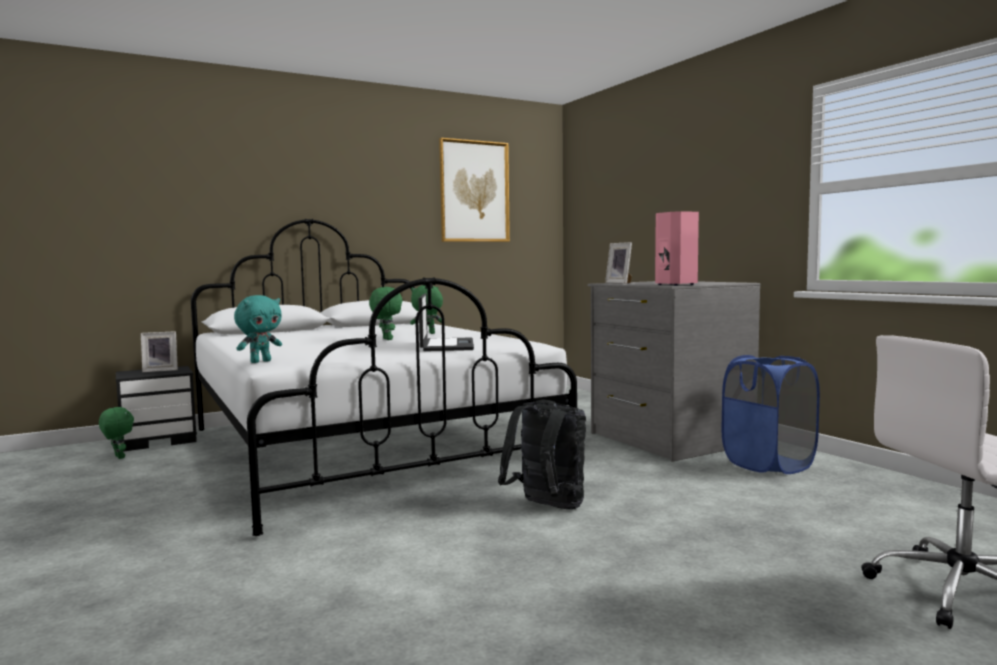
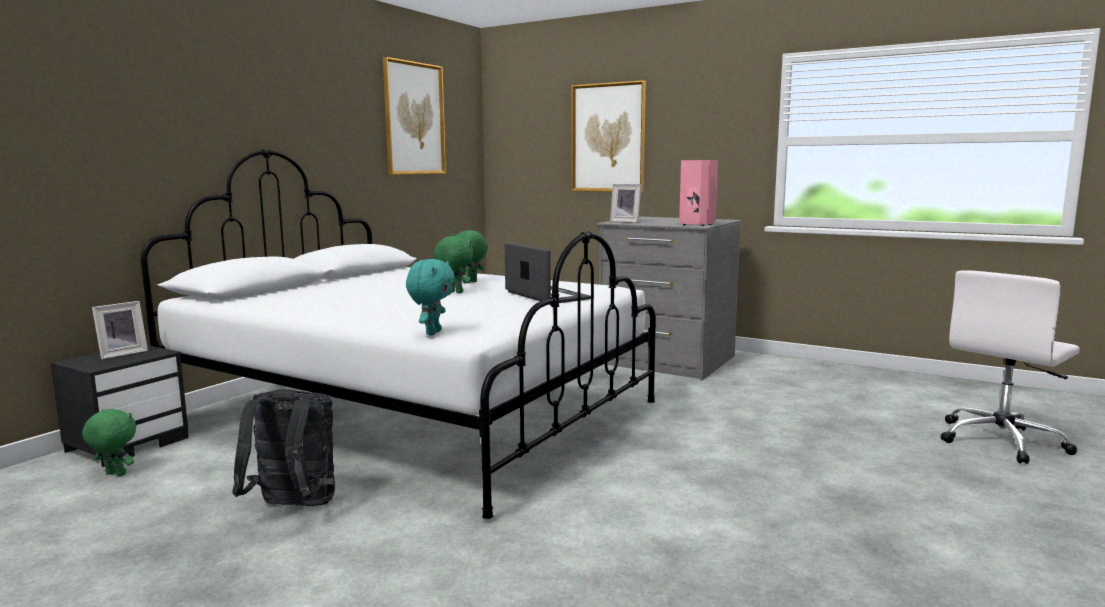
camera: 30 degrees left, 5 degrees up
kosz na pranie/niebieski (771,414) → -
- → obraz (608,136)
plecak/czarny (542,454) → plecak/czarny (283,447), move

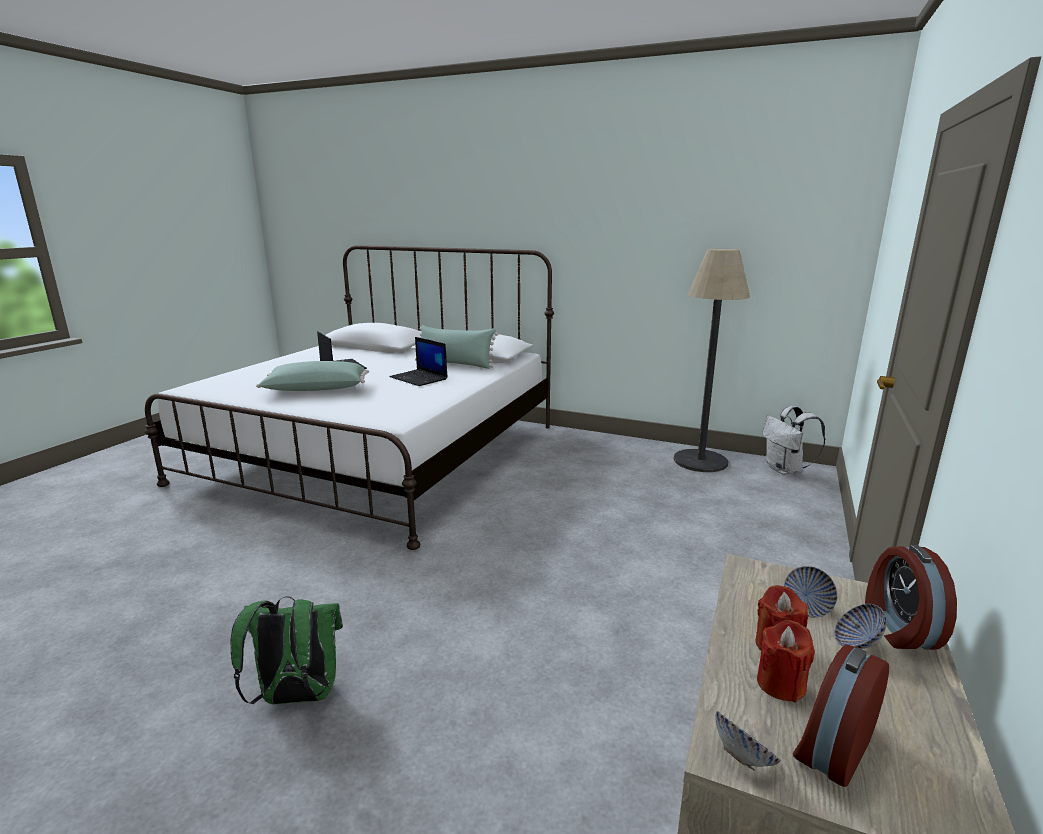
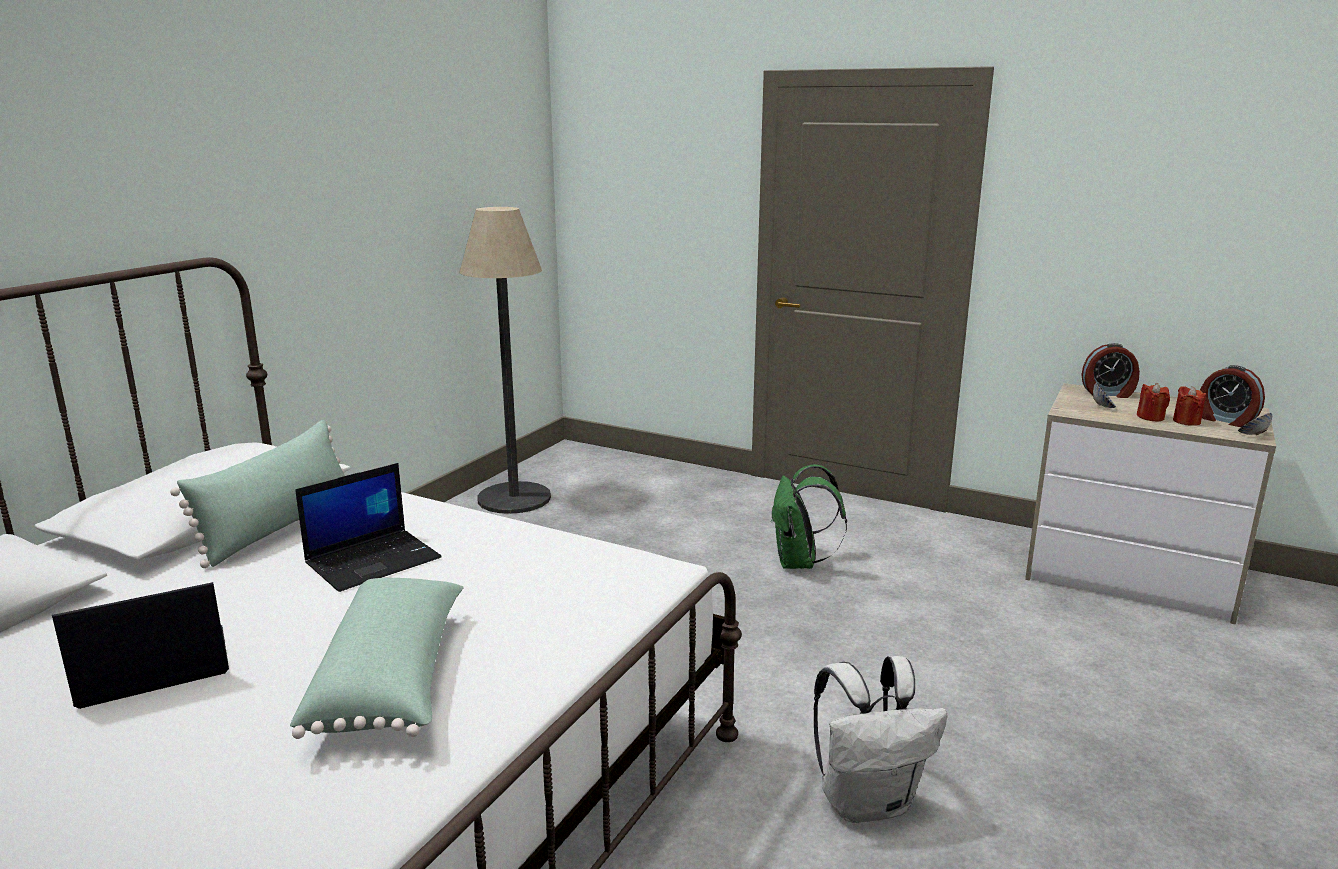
camera: 85 degrees left, 0 degrees up
miska (860,626) → -
plecak/zielony (286,650) → plecak/zielony (809,516), move
plecak/biały (794,440) → plecak/biały (880,739), move

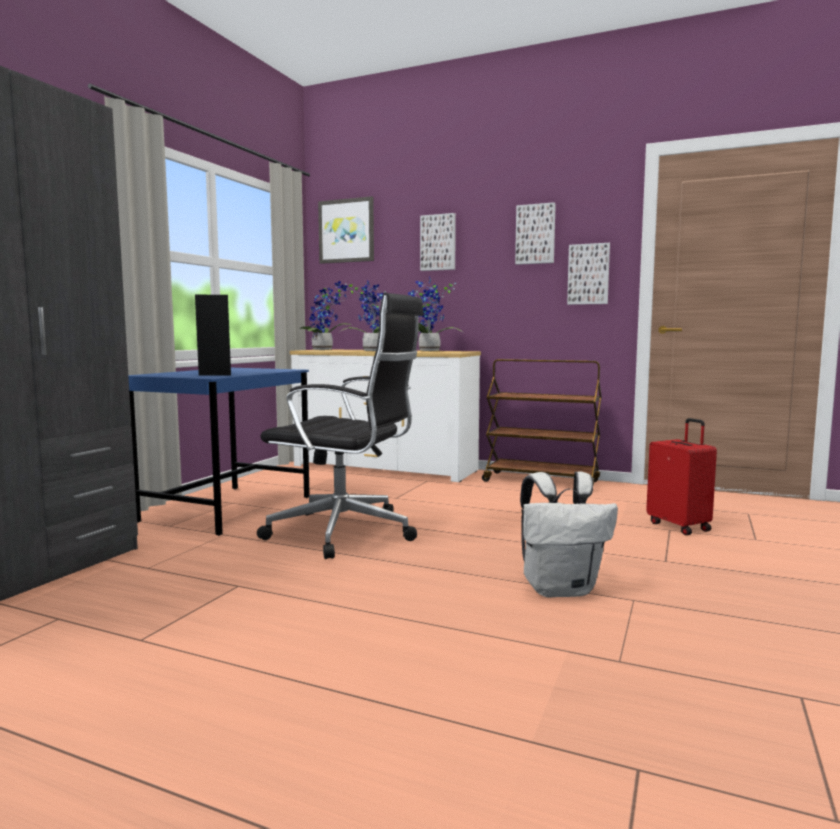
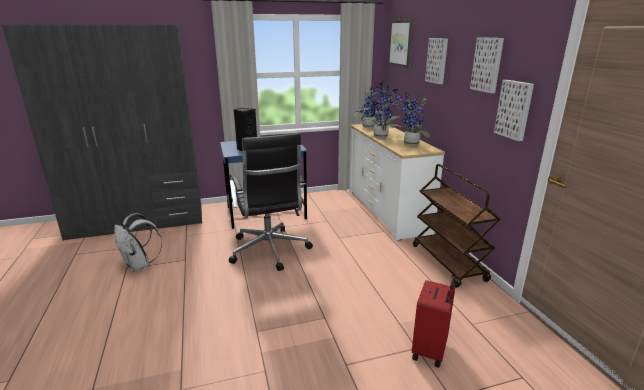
camera: 50 degrees right, 15 degrees up
plecak/biały (569,534) → plecak/biały (138,242), move

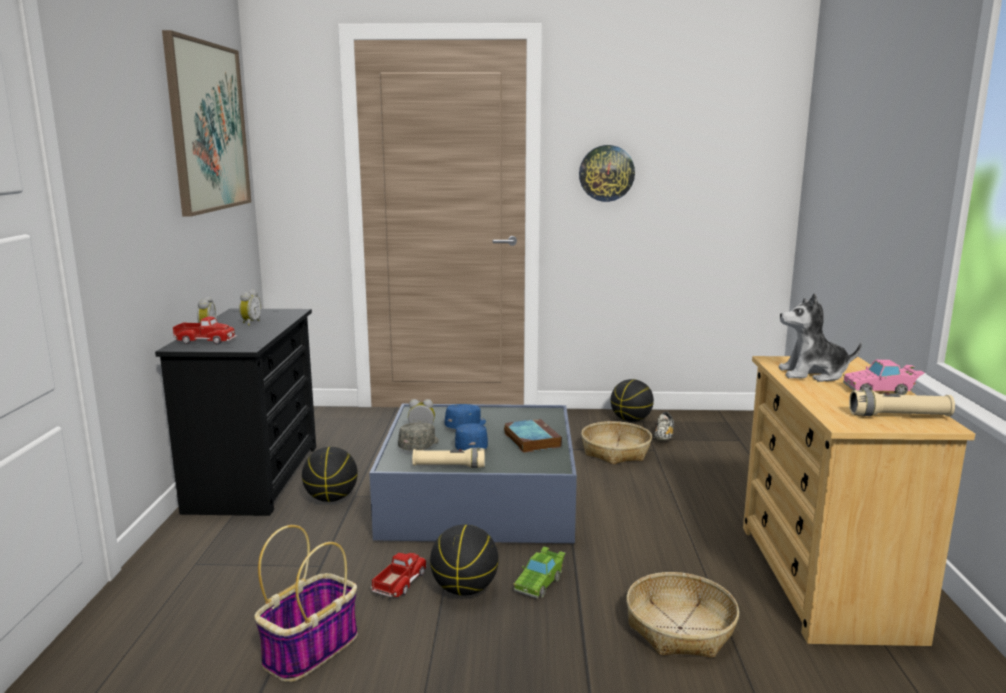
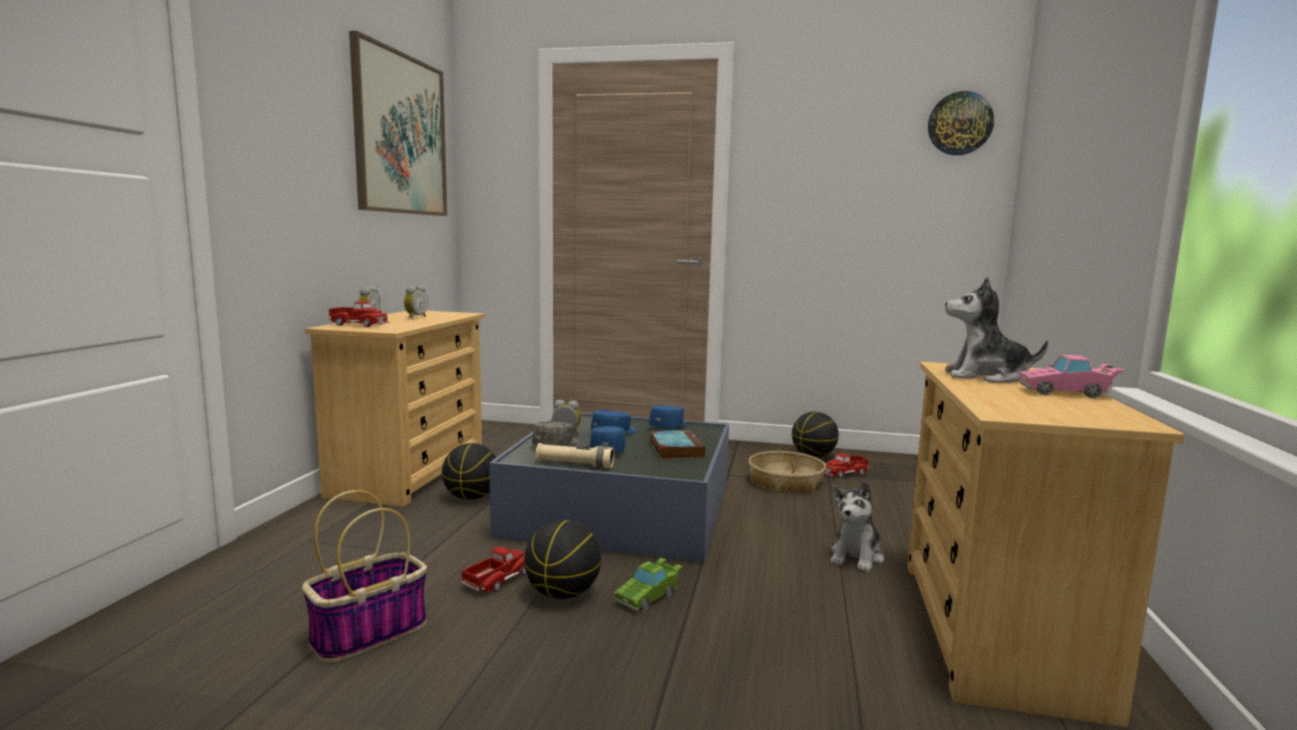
camera: 10 degrees right, 5 degrees down
koszyk (682,615) → -
latarka/beżowy (902,403) → -
- → czapka z daszkiem/niebieski (667,416)
- → pluszak (857,526)
zegar ścienny (607,173) → zegar ścienny (961,123), move
but (664,426) → ciężarówka zabawkowa (846,465)
komoda/czarny (235,412) → komoda/beżowy (395,409)

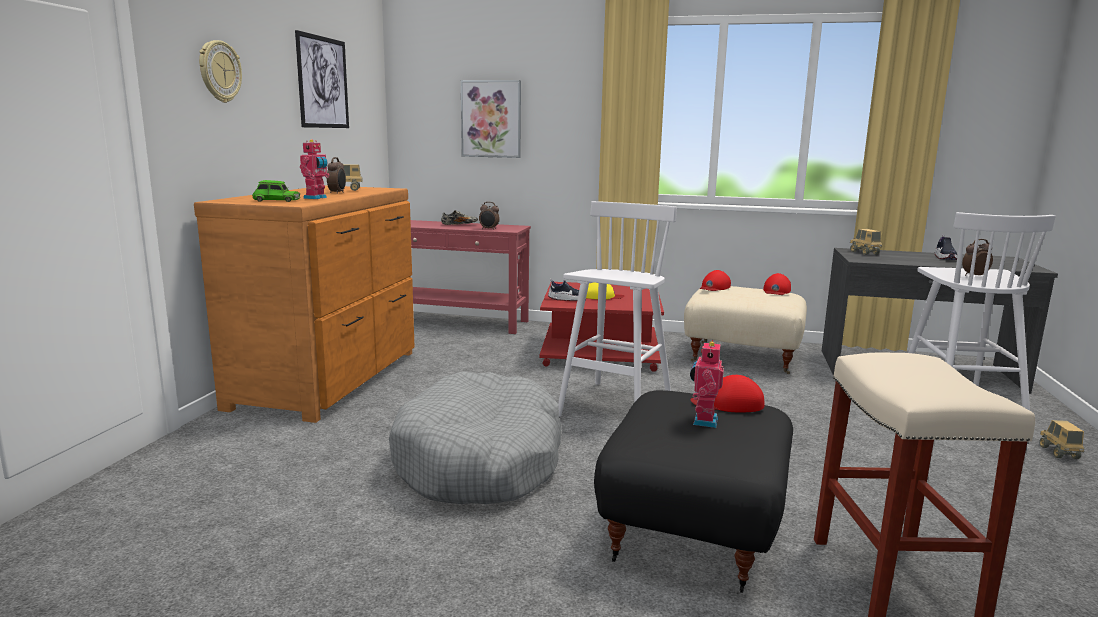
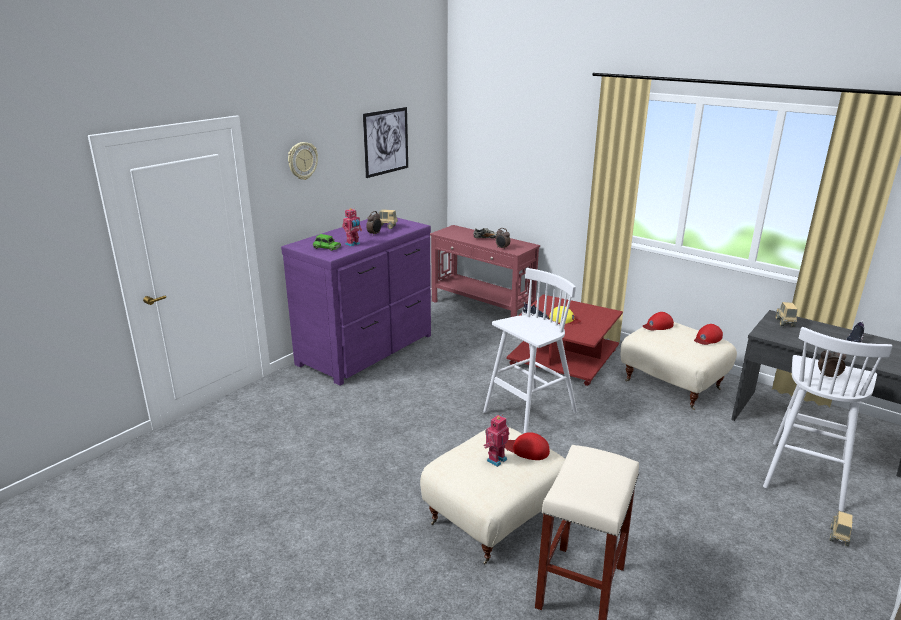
camera: 25 degrees right, 10 degrees up
legowisko/szary (475,437) → -
obraz (491,119) → -
komoda/brązowy (304,304) → komoda/fioletowy (356,302)
pufa/czarny (693,491) → pufa/beżowy (492,495)

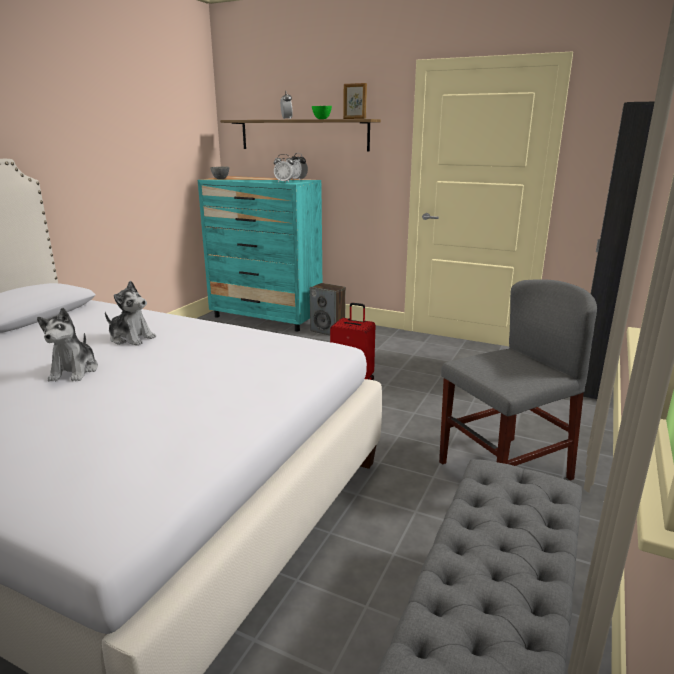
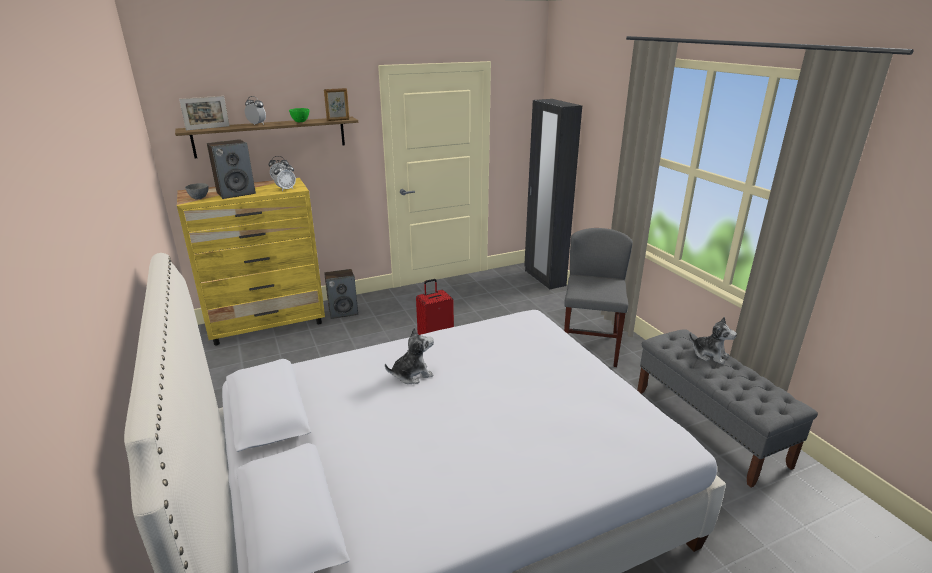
camera: 50 degrees left, 5 degrees up
- → ramka na zdjęcie (204,113)
- → głośnik (231,169)
pluszak (67,344) → pluszak (713,340), move
komoda/turkusowy (260,253) → komoda/żółty (251,261)

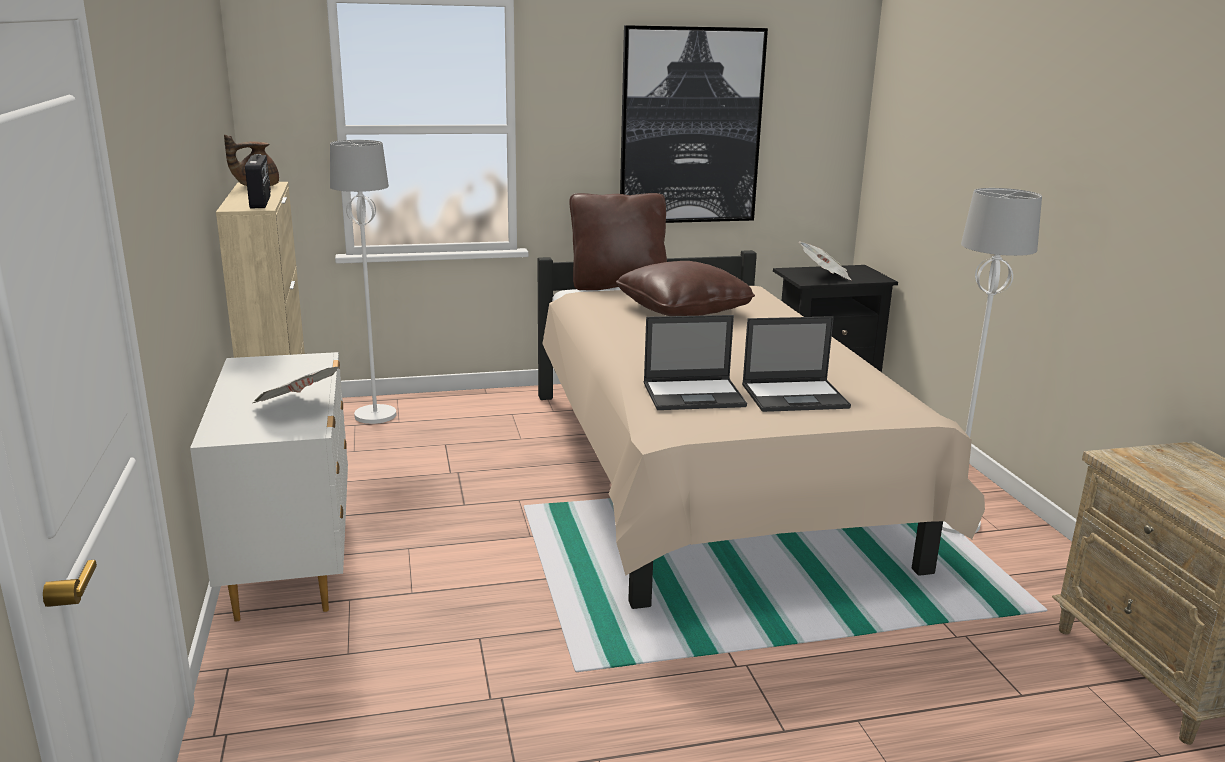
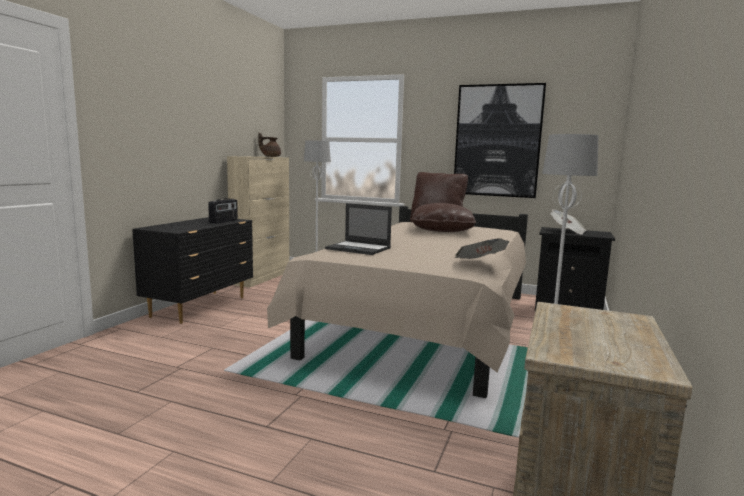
camera: 35 degrees right, 10 degrees down
laptop (796,364) → -
radio (258,181) → radio (223,211), move
gazeta (296,385) → gazeta (481,248), move
komoda/biały (269,487) → komoda/czarny (192,270)

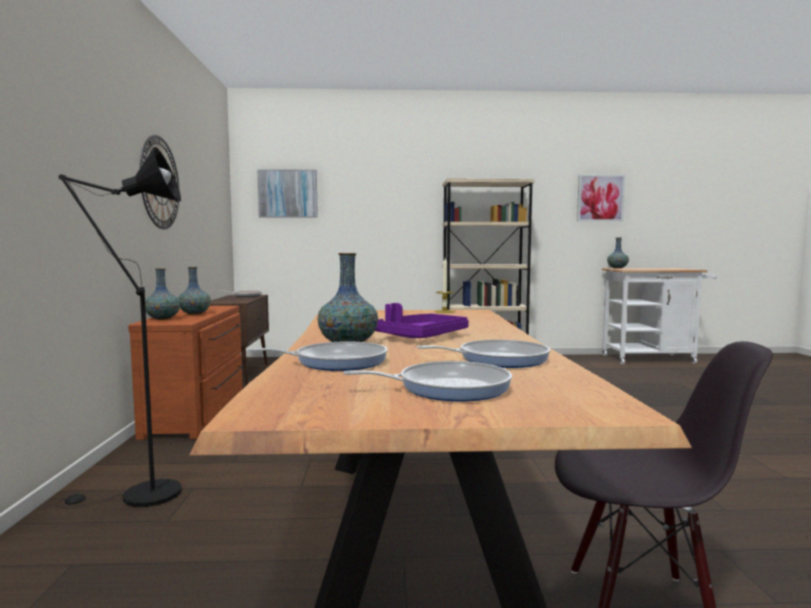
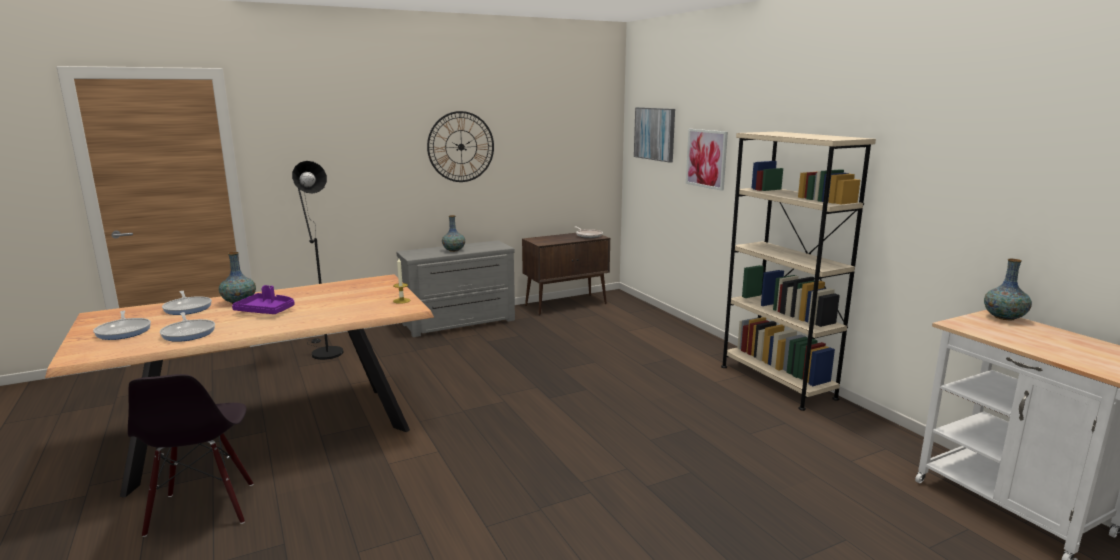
camera: 65 degrees right, 10 degrees up
wazon (162,294) → -
obraz (601,198) → obraz (707,160), move
komoda/brązowy (185,373) → komoda/szary (456,288)

